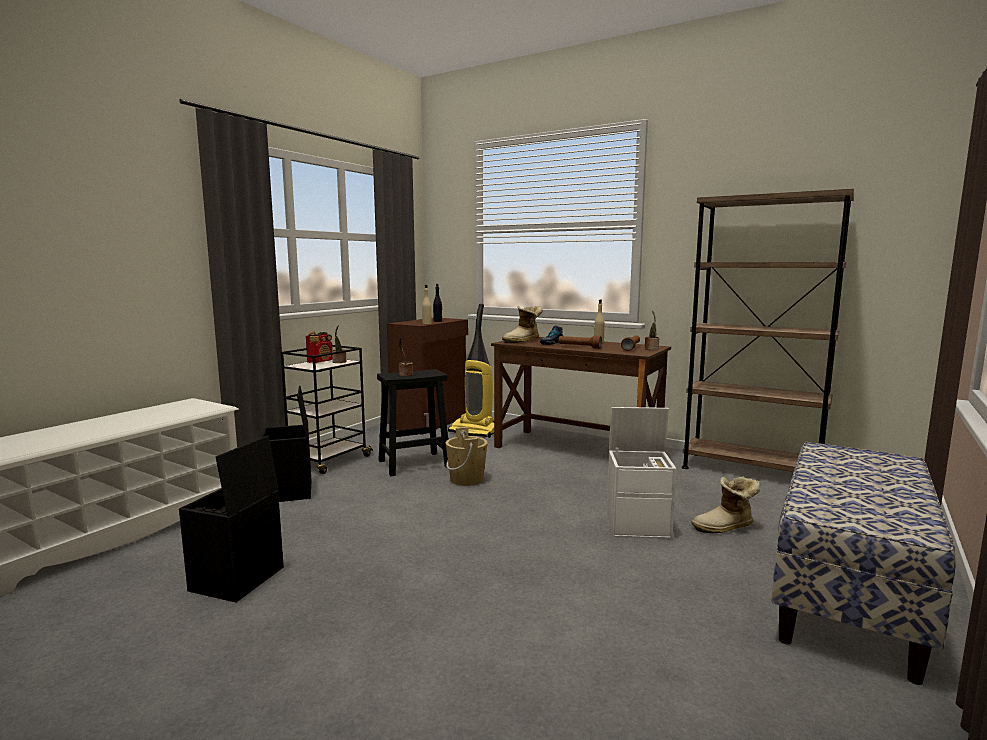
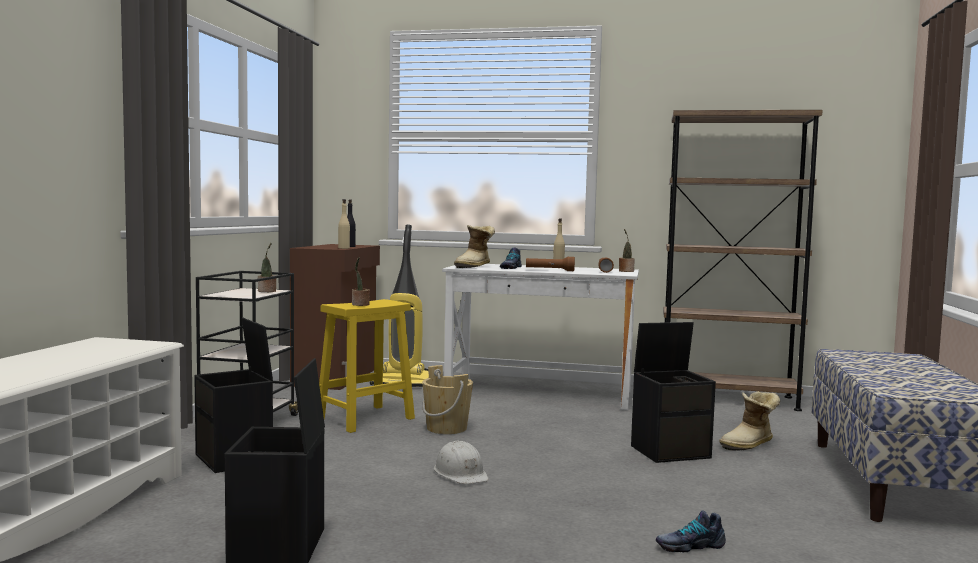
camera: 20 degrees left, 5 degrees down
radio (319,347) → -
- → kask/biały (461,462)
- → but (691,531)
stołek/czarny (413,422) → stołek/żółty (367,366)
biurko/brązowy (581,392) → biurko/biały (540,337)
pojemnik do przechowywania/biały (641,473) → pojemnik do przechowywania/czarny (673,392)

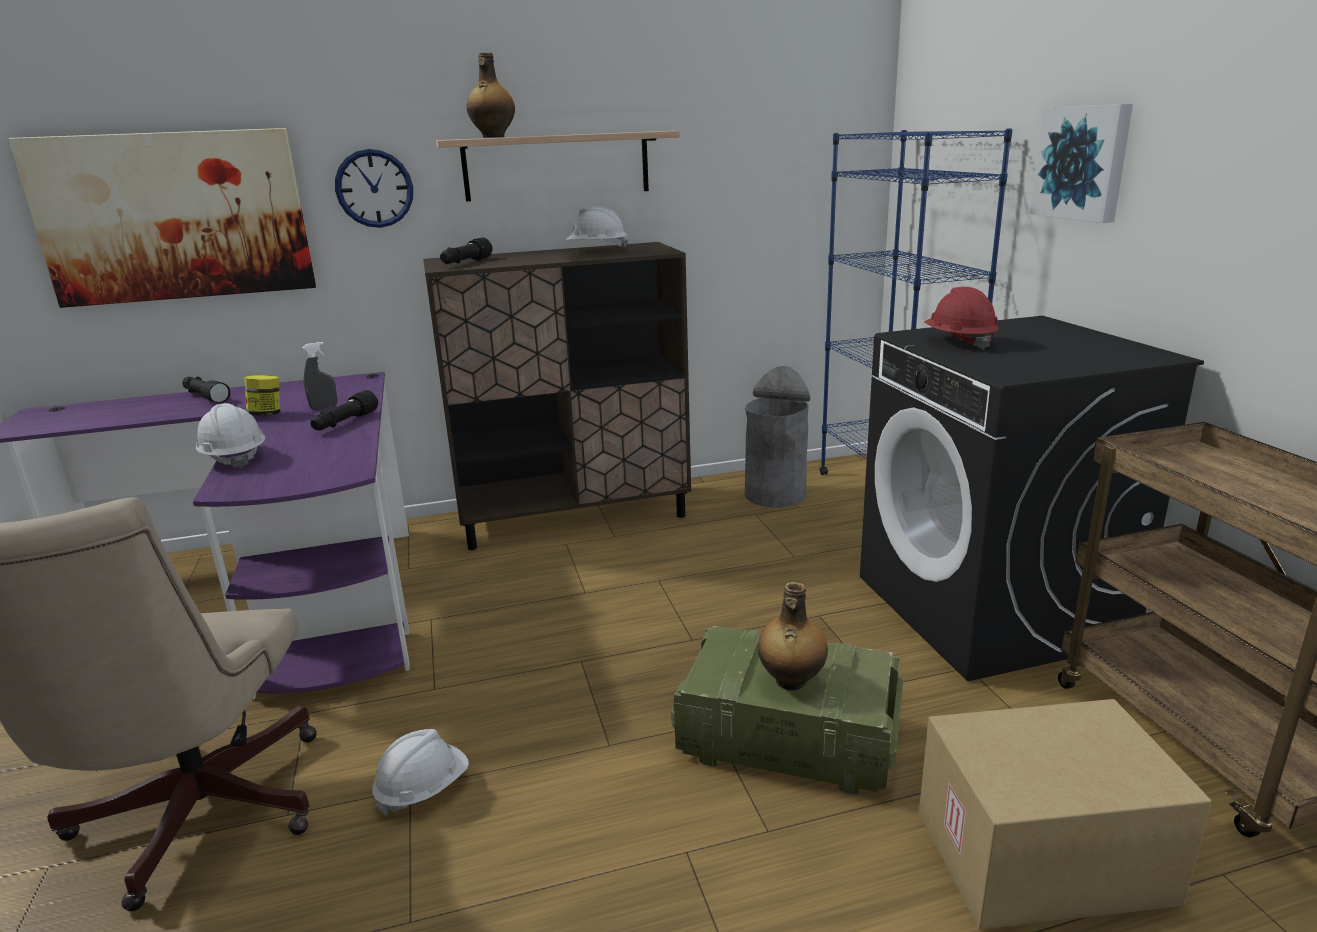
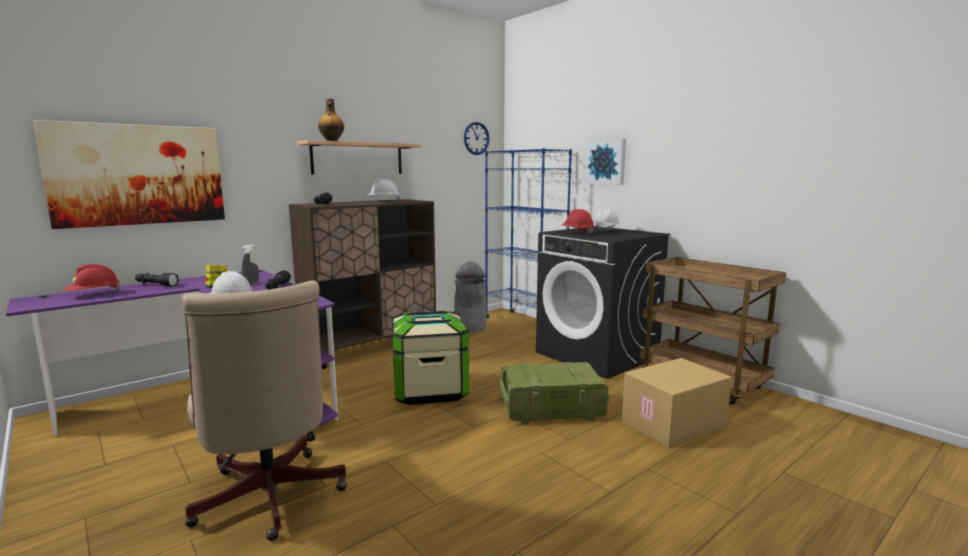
camera: 25 degrees left, 10 degrees down
butelka (793,636) → -
- → kask/czerwony (92,277)
- → pojemnik do przechowywania (430,357)
zegar ścienny (374,188) → zegar ścienny (476,138), move
kask/biały (420,772) → kask/biały (606,220), move

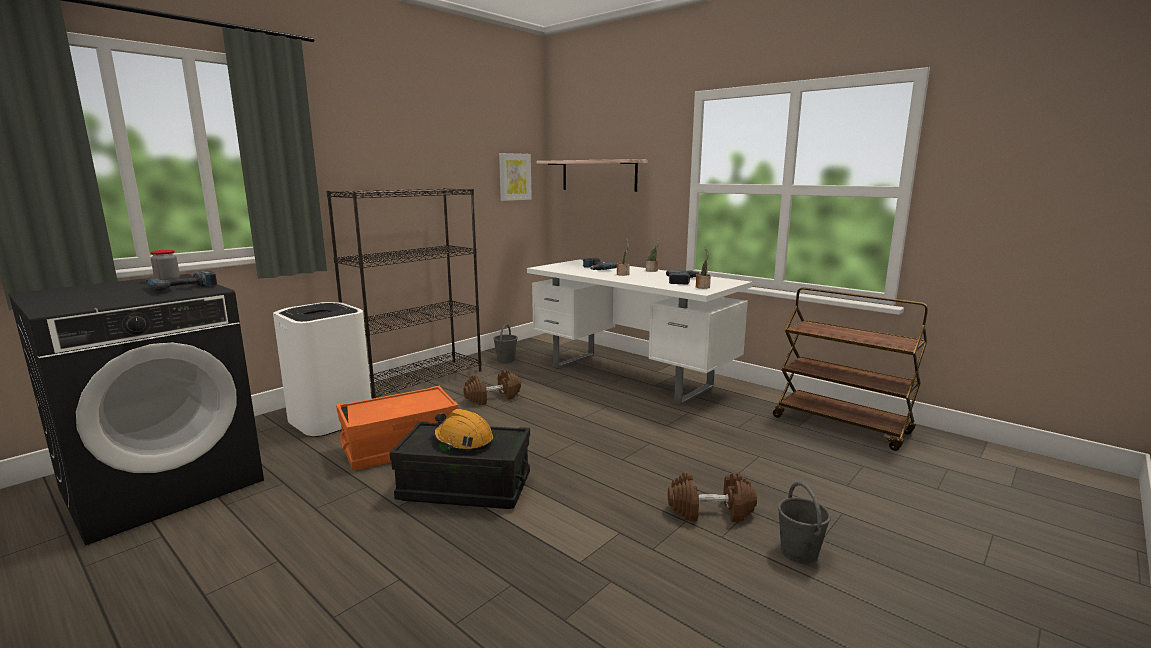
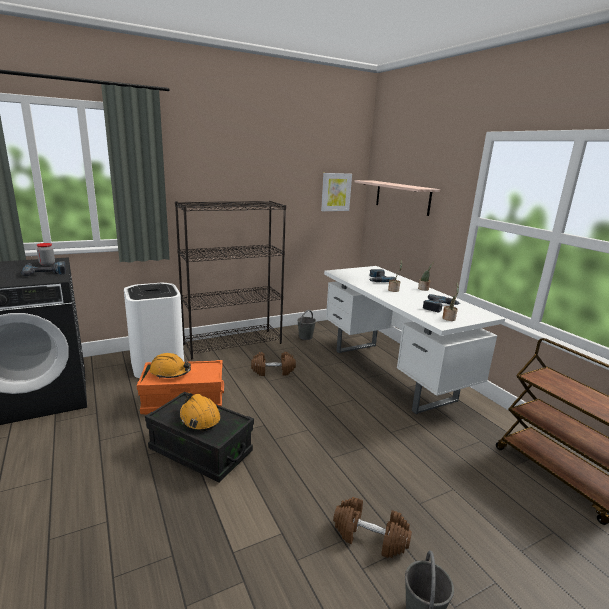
camera: 20 degrees right, 5 degrees up
- → kask/pomarańczowy (170,366)

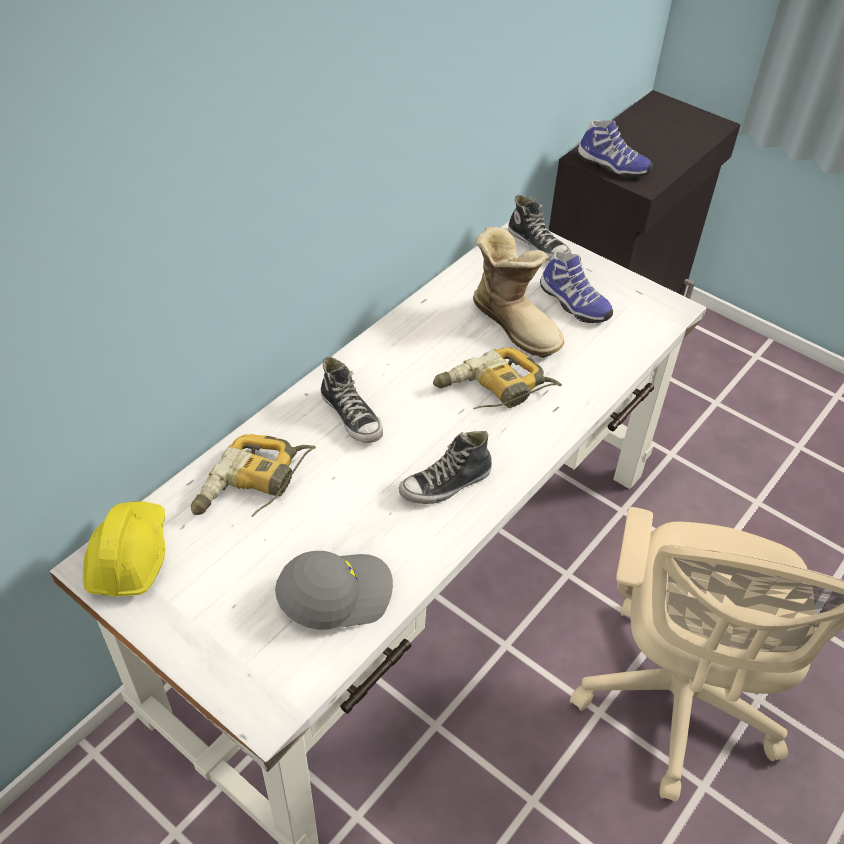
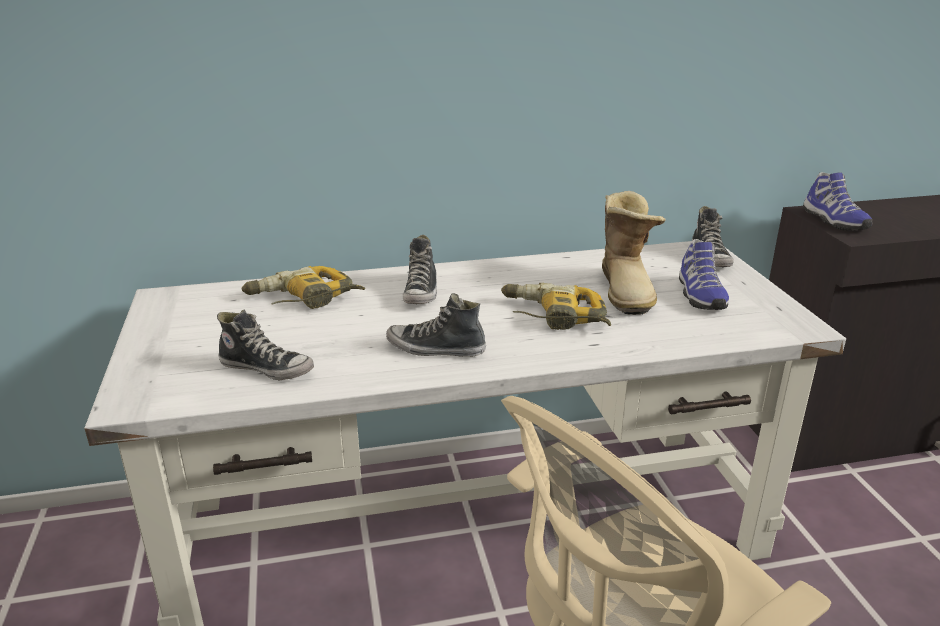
camera: 40 degrees right, 20 degrees down
kask/żółty (124,549) → -
czapka z daszkiem/szary (334,590) → but (265,345)

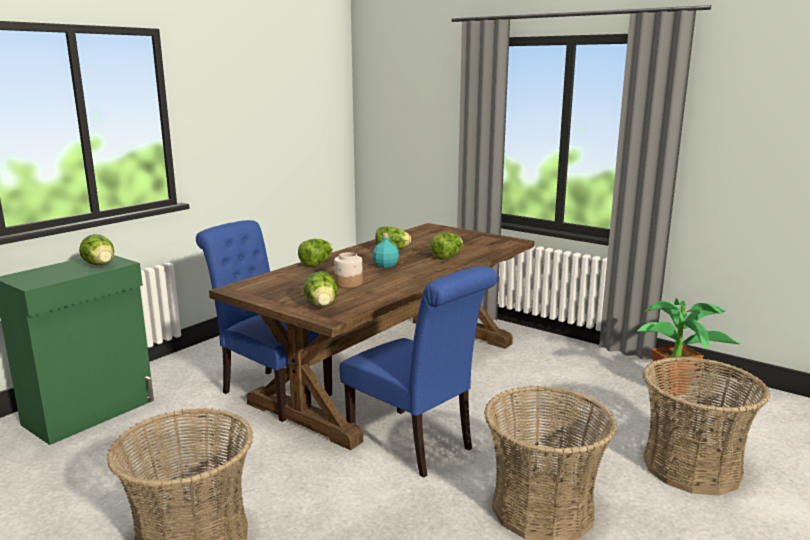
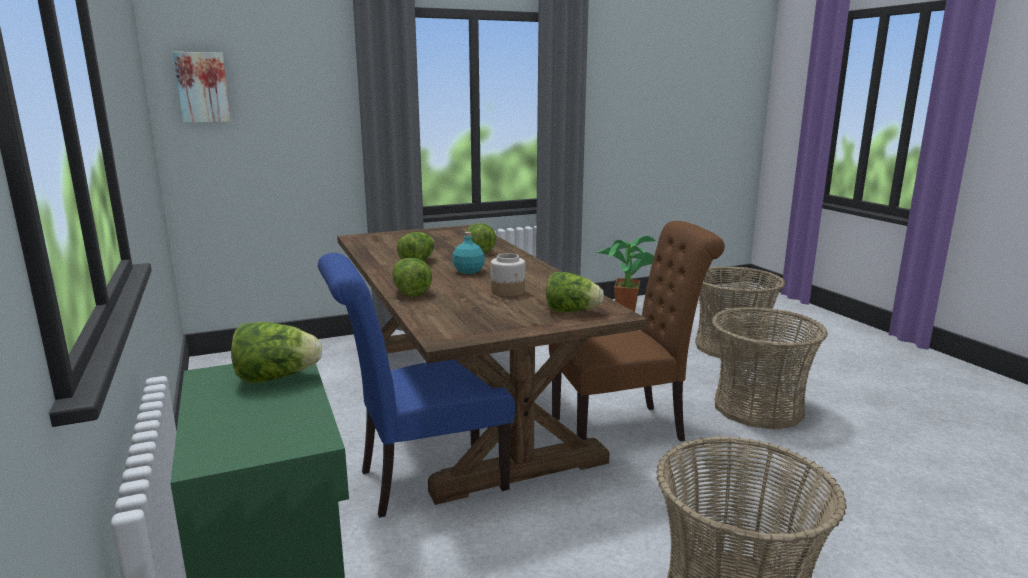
camera: 60 degrees left, 0 degrees up
- → obraz (202,87)
krzesło/niebieski (419,372) → krzesło/brązowy (637,331)

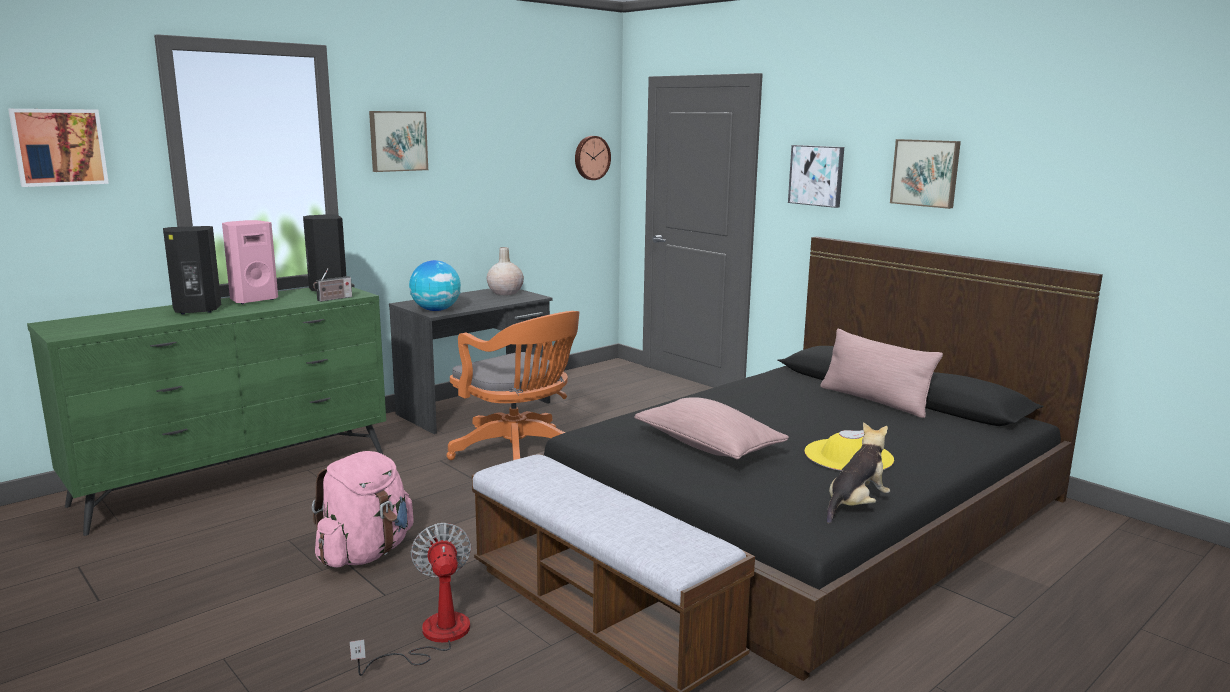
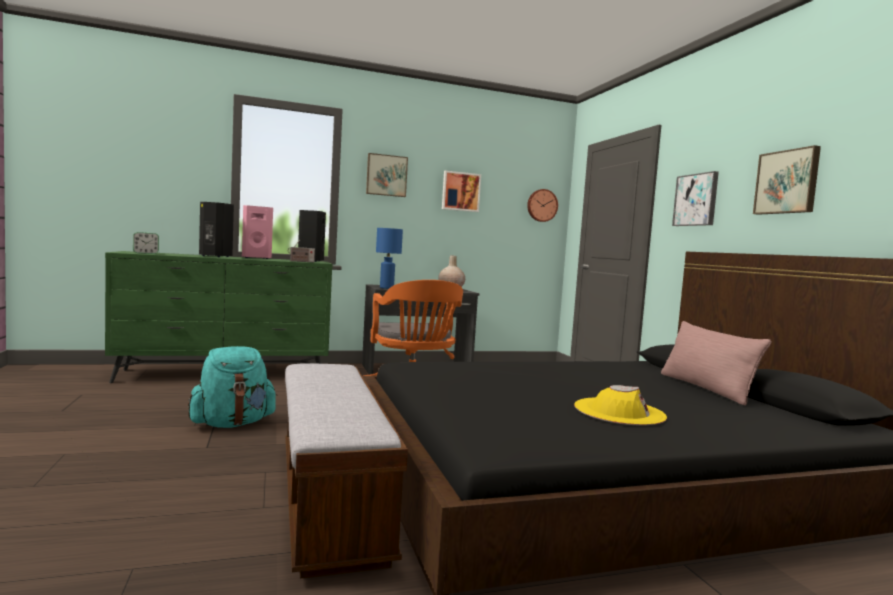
camera: 25 degrees right, 10 degrees down
wentylator (410,599) → -
poduszka/różowy (711,428) → -
pluszak (858,473) → -
- → budzik (146,243)
obraz (58,148) → obraz (461,191), move
globus (435,285) → lampa stołowa/niebieski (389,258)
plecak/różowy (363,509) → plecak/turkusowy (233,387)

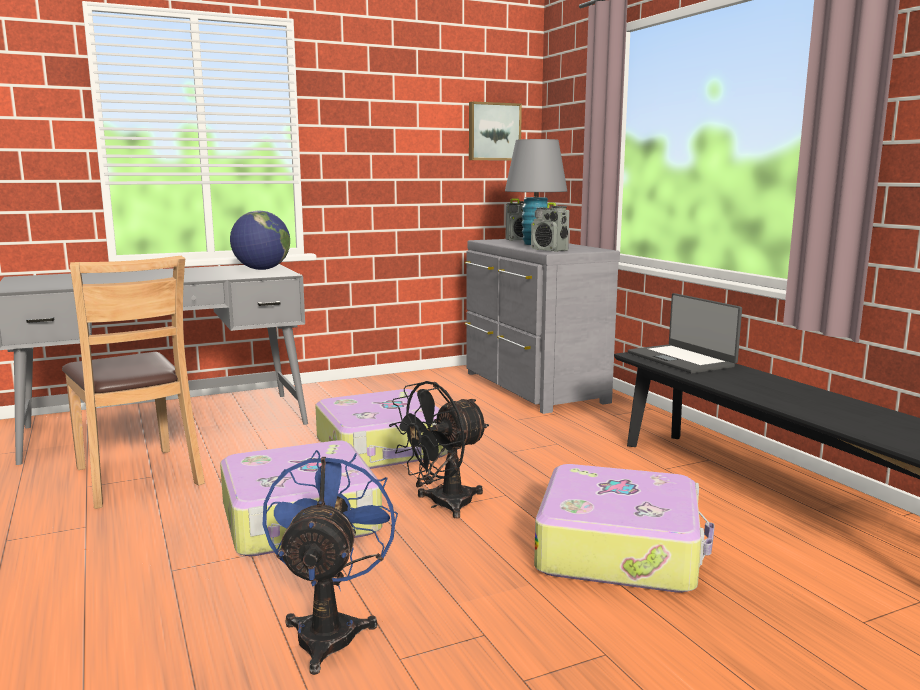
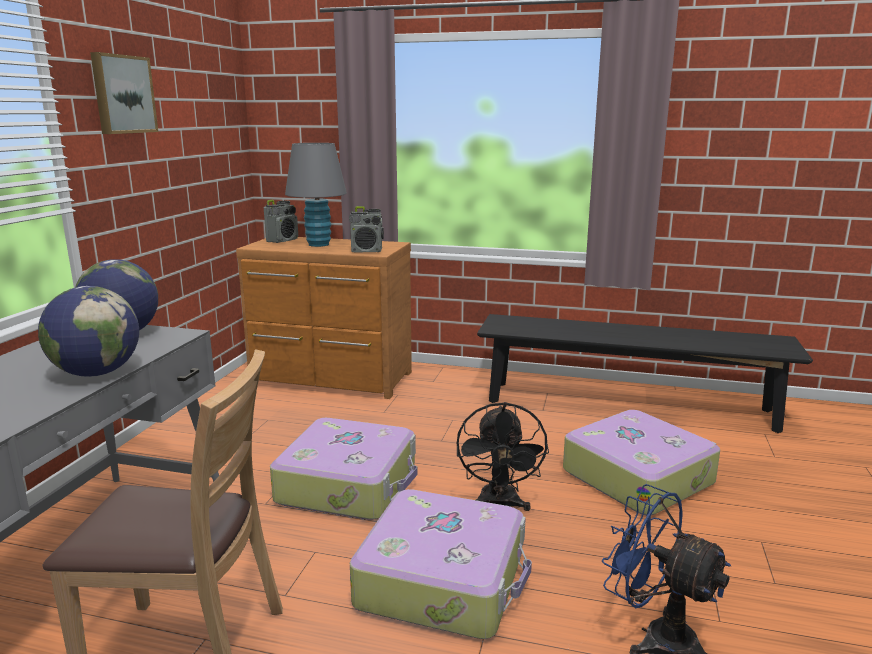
camera: 50 degrees left, 5 degrees up
laptop (685,333) → -
- → globus (88,331)
obraz (495,131) → obraz (124,93), move
komoda/szary (542,326) → komoda/brązowy (324,318)

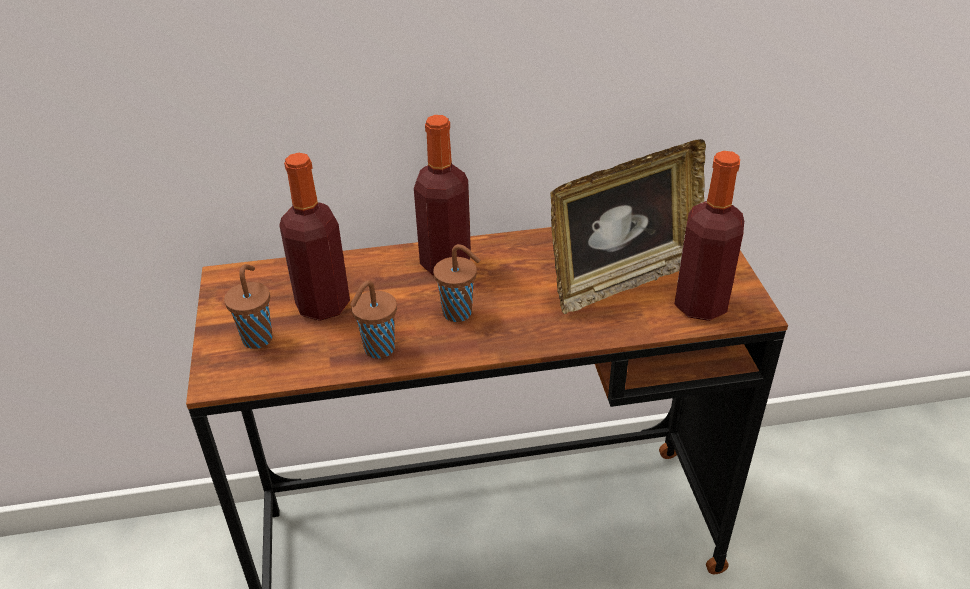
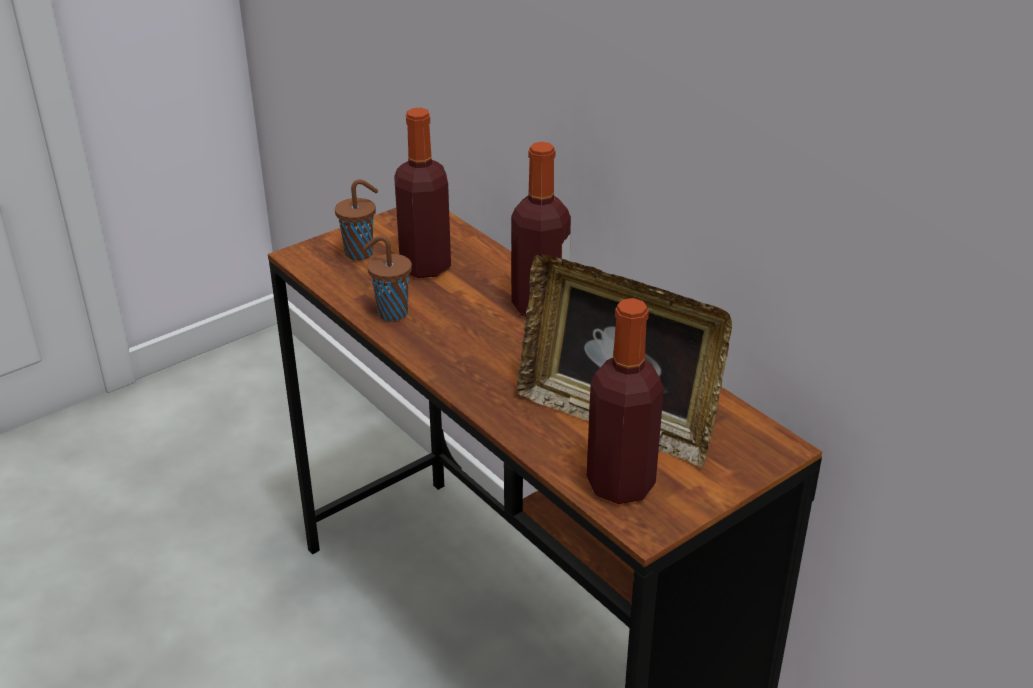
camera: 60 degrees right, 5 degrees down
filiżanka/brązowy (456,283) → -

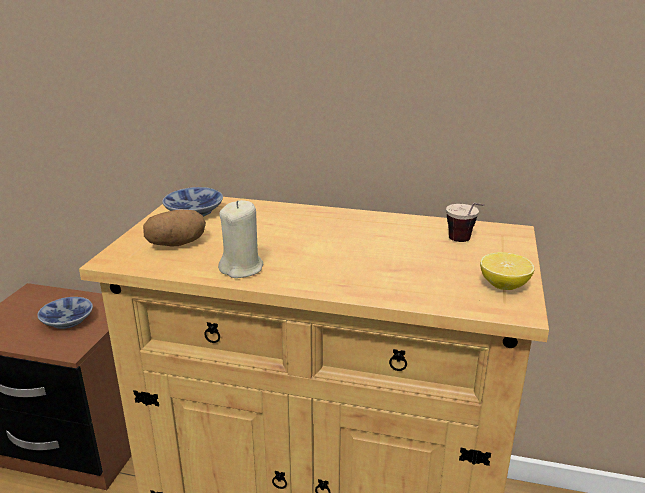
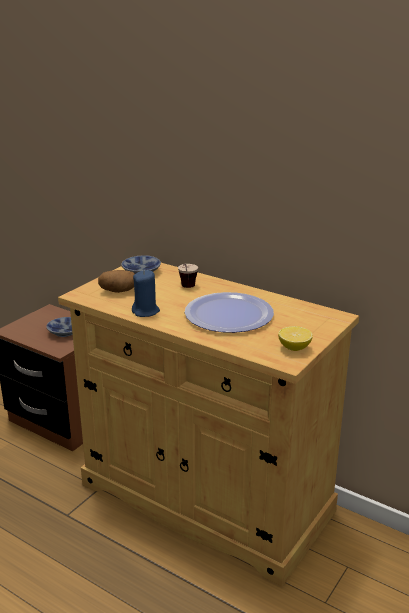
camera: 20 degrees right, 0 degrees up
- → talerz (229,312)
filiżanka (465,222) → filiżanka (188,275), move
świeca/beżowy (240,239) → świeca/niebieski (146,293)

